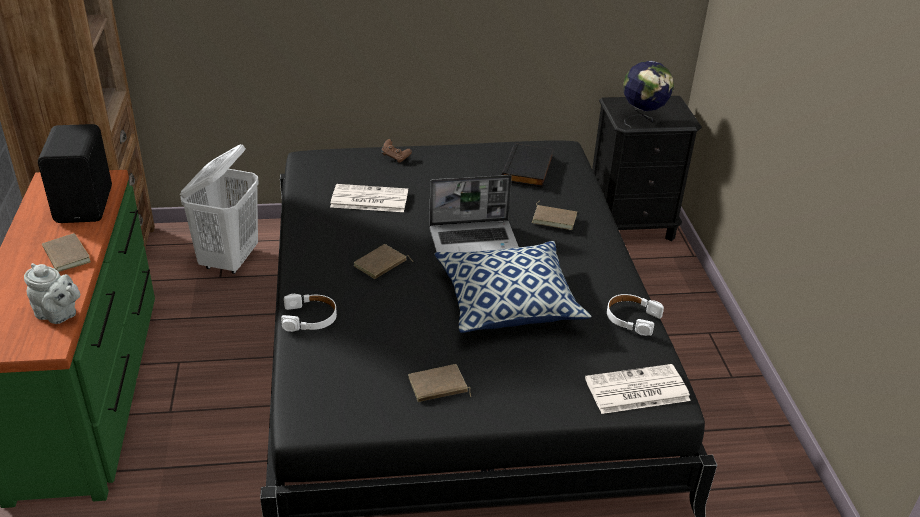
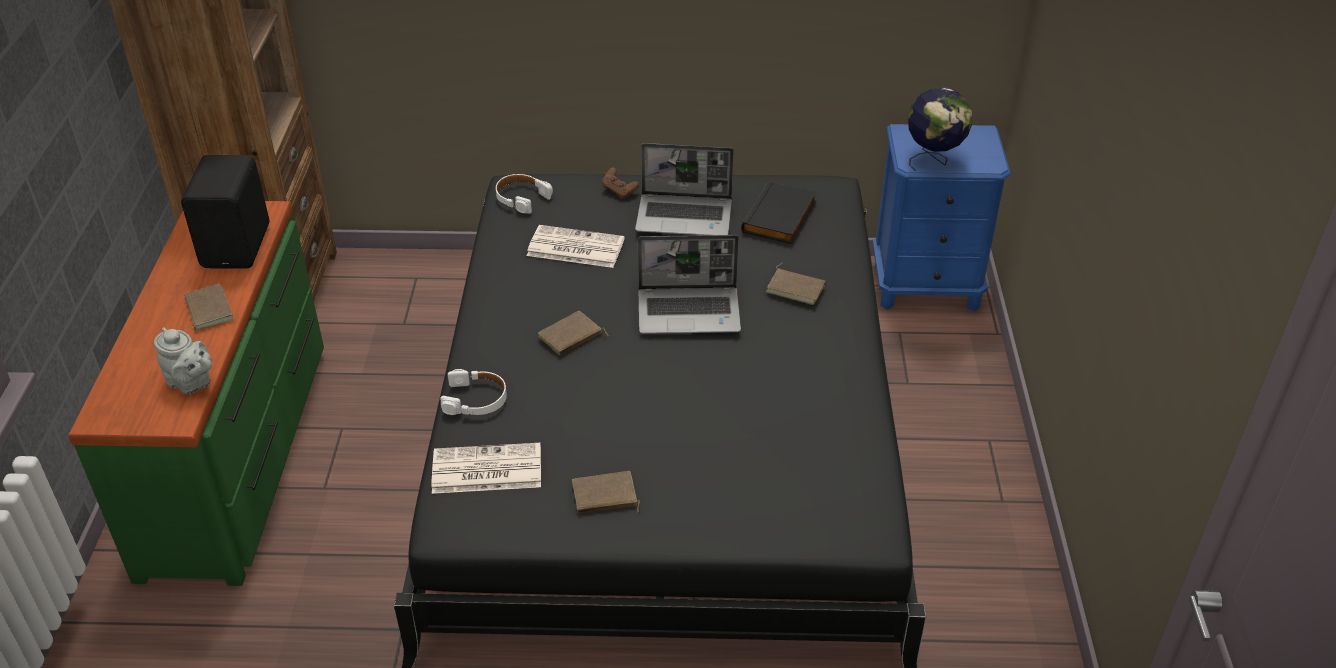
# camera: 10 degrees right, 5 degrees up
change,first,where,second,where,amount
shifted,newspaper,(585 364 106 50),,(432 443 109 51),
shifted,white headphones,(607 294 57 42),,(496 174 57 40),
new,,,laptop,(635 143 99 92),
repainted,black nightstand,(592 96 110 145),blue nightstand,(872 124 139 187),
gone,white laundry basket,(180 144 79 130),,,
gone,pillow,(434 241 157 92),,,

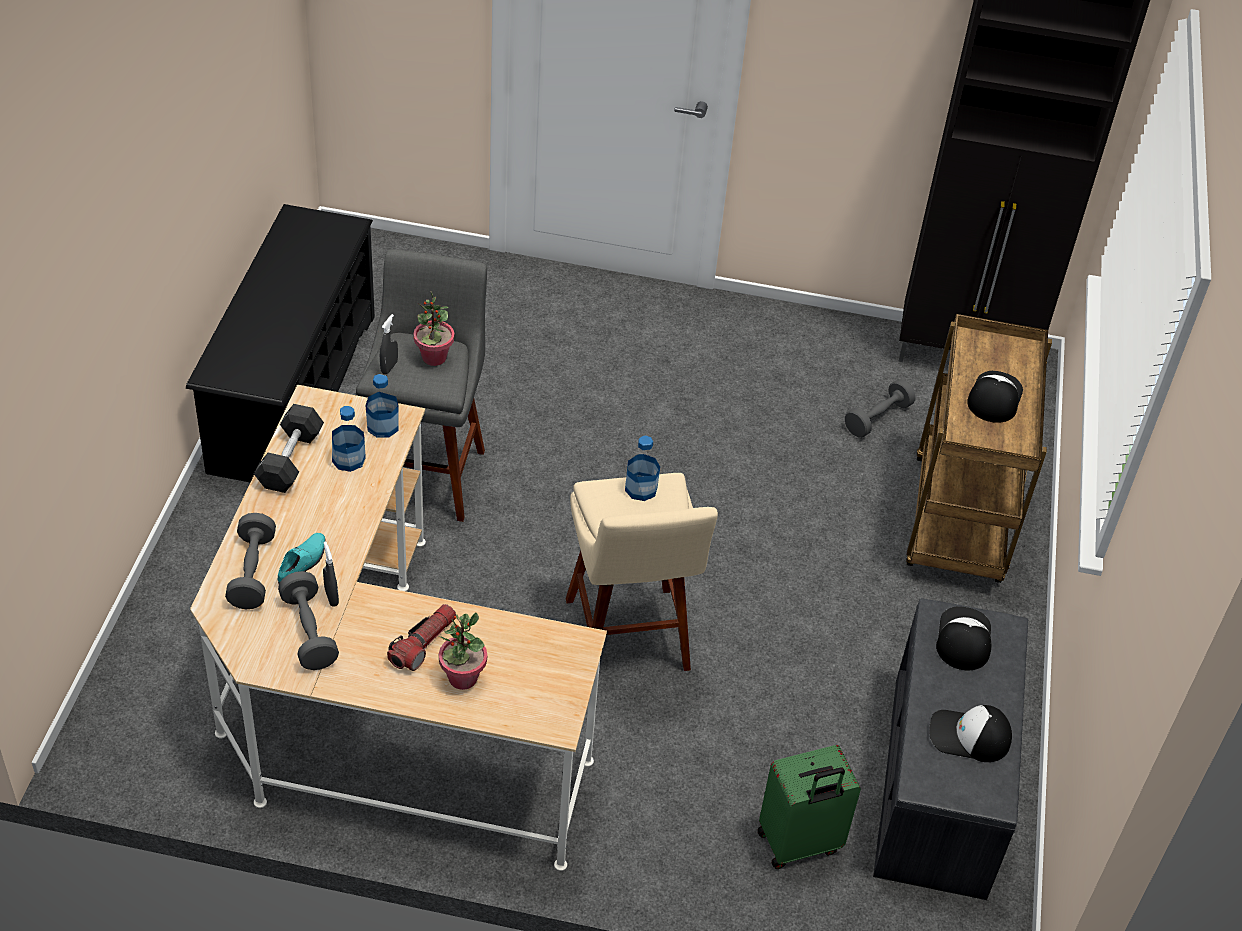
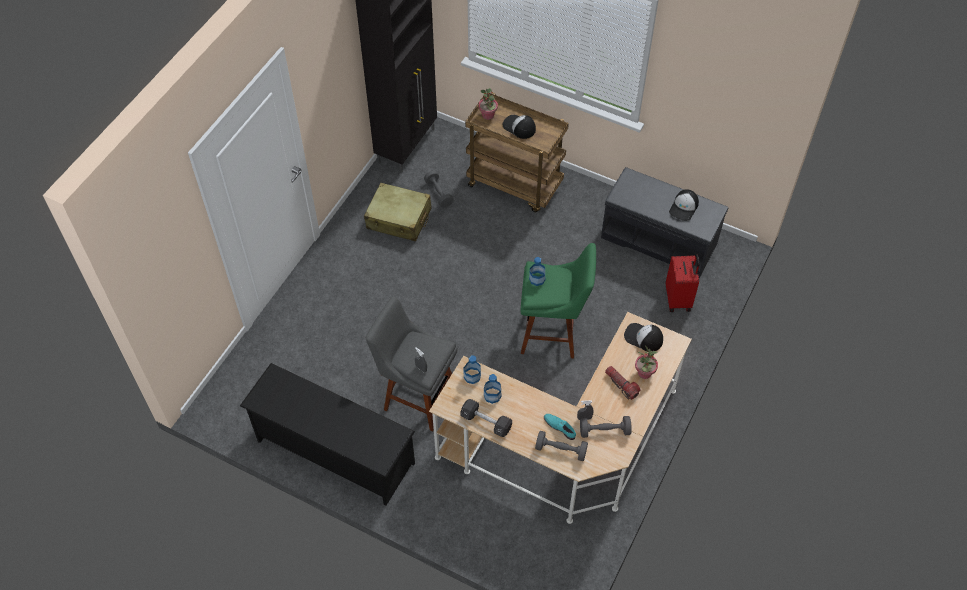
# camera: 70 degrees left, 10 degrees up
change,first,where,second,where,amount
new,,,beige suitcase,(364 183 68 58),
shifted,potted plant,(413 292 41 74),,(479 88 19 32),
repainted,beige stool,(566 473 152 198),green stool,(520 243 76 115),
shifted,cap,(936 607 55 63),,(624 323 39 28),
repainted,green suitcase,(758 745 103 124),red suitcase,(666 254 34 58),

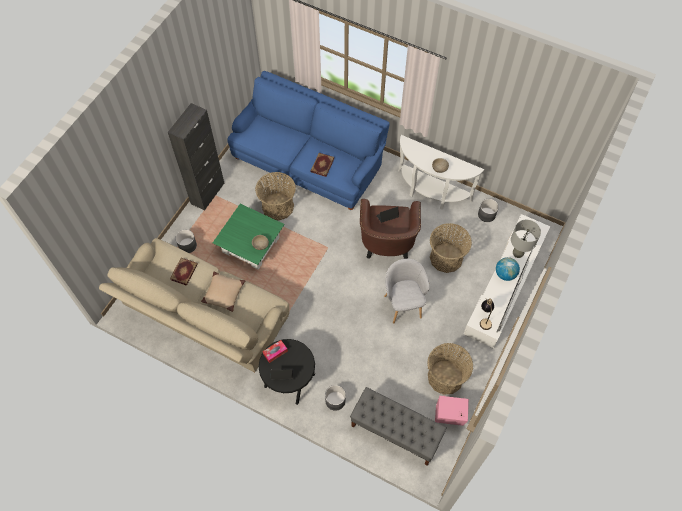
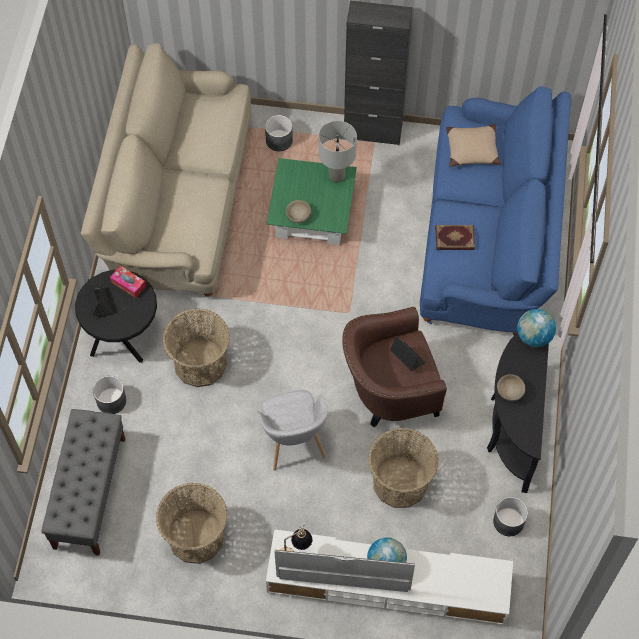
# camera: 70 degrees right, 0 degrees up
change,first,where,second,where,amount
shifted,basket,(255 172 41 49),,(163 309 67 78),
rotated,grey armchair,(384 259 45 64),,(257 390 71 80),105 degrees clockwise
shifted,grey table lamp,(511 220 30 38),,(319 121 38 61),
shifted,beige pillow,(201 272 44 40),,(446 124 55 43),
repainted,white console table,(398 135 86 75),black console table,(487 332 62 161),
new,,,globe,(517 309 39 38),
gone,book,(170 258 28 28),,,
gone,pink speaker,(435 395 34 31),,,

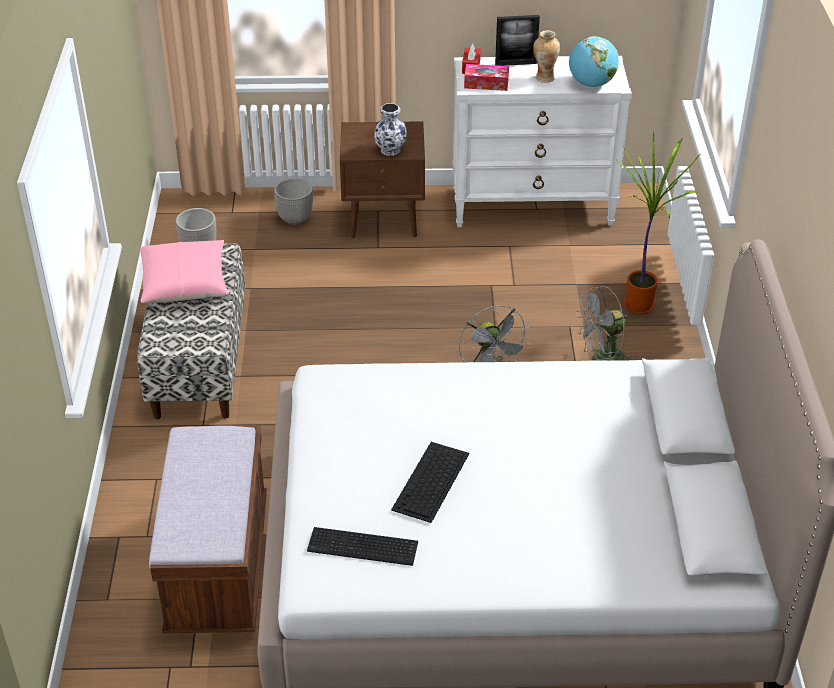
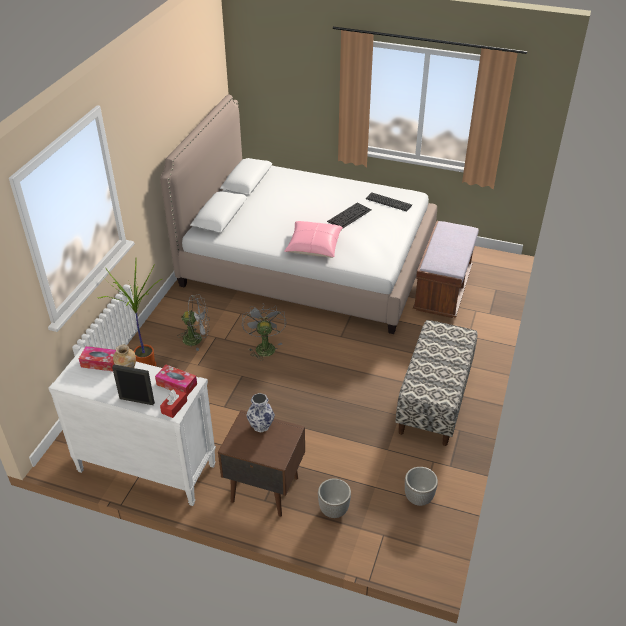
# camera: 160 degrees left, 0 degrees up
change,first,where,second,where,amount
swapped,globe,(569 36 50 51),tissue box,(79 346 37 25),
shifted,pink pillow,(140 240 89 64),,(284 221 59 37),

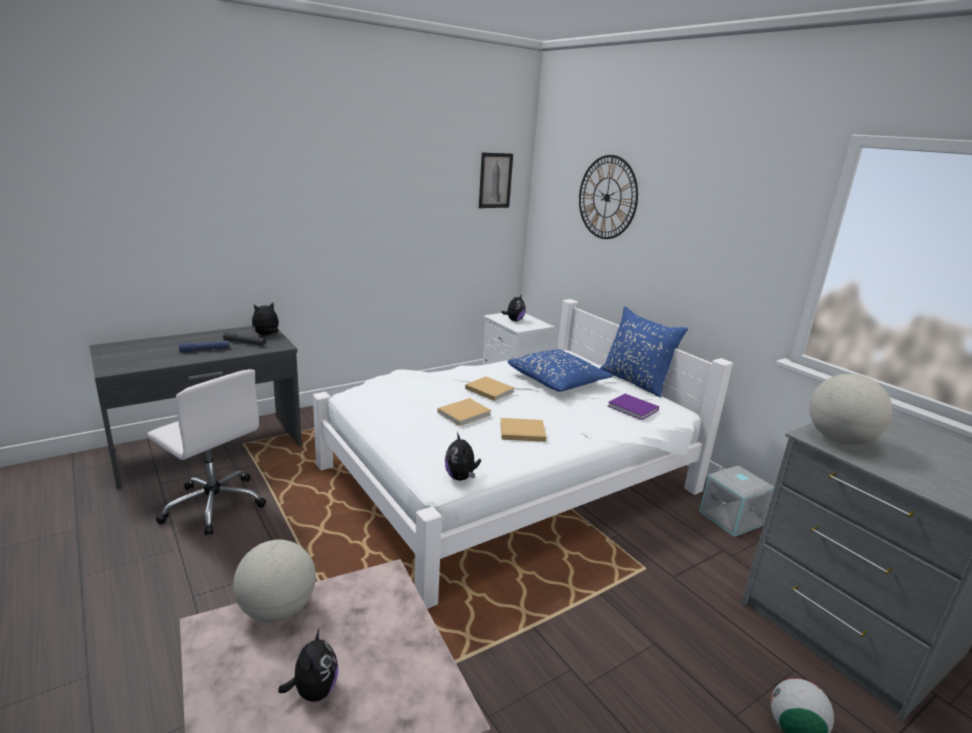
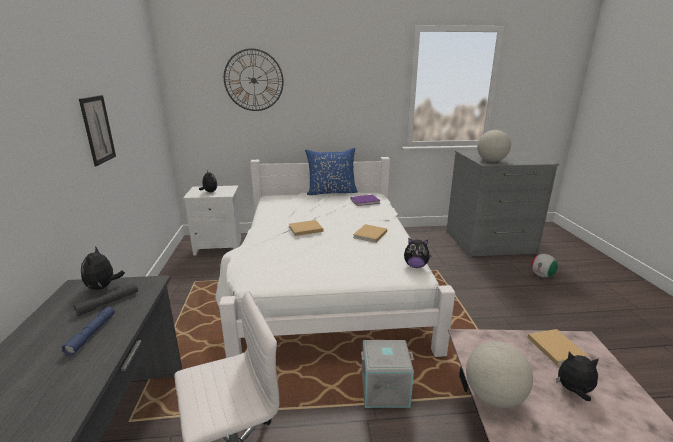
# camera: 60 degrees left, 0 degrees up
change,first,where,second,where,amount
shifted,picture,(479 153 34 55),,(79 95 37 71),
shifted,grey storage box,(699 465 75 72),,(361 340 53 68),
shifted,beige book,(438 398 54 28),,(528 329 60 37),
gone,blue pillow,(508 349 105 43),,,

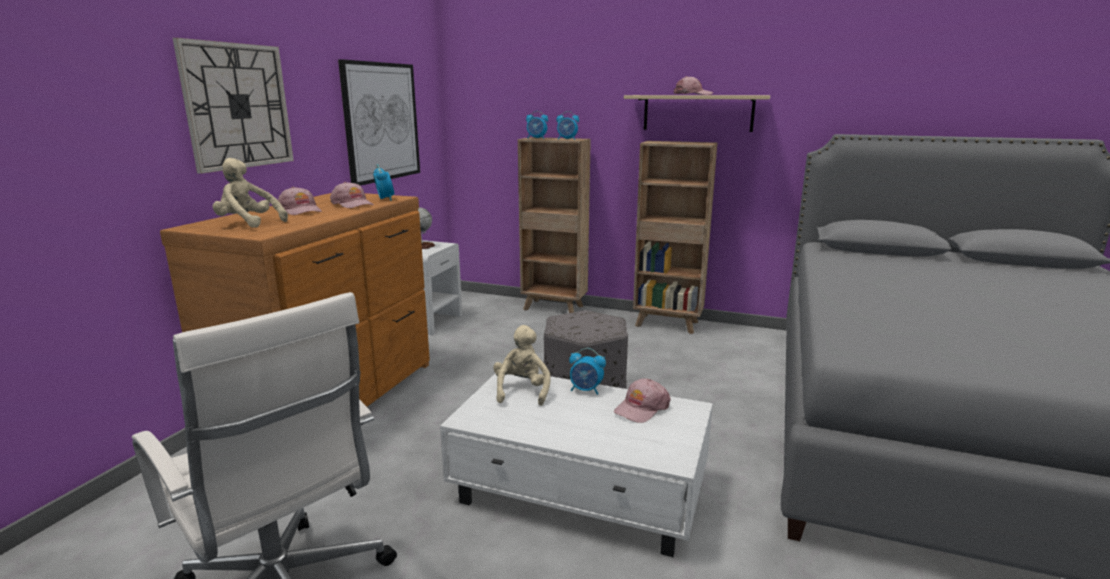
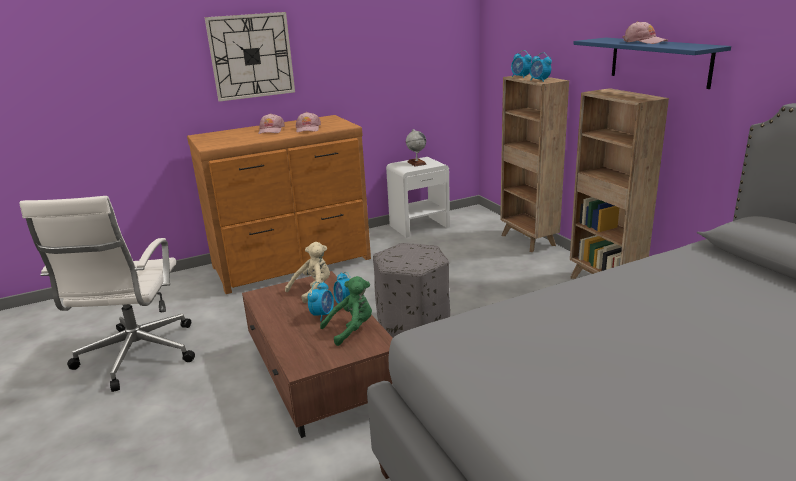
# camera: 45 degrees right, 5 degrees up
change,first,where,second,where,amount
repainted,white coffee table,(440 374 273 183),brown coffee table,(242 271 151 167),
shifted,alarm clock,(373 164 21 37),,(308 282 26 39),
swapped,pink cap,(614 378 57 45),green plush toy,(320 276 52 70),
repainted,beige shelf,(624 95 146 37),blue shelf,(573 38 158 51),
gone,beige plush toy,(212 158 76 70),,,
gone,picture,(338 59 82 127),,,

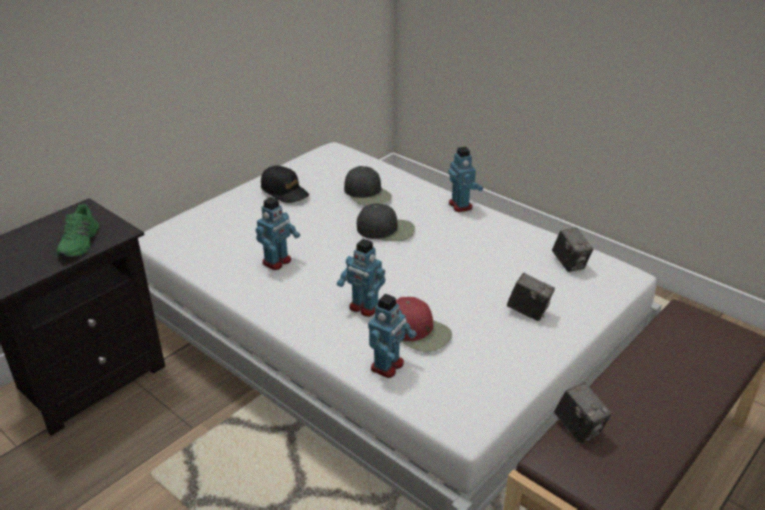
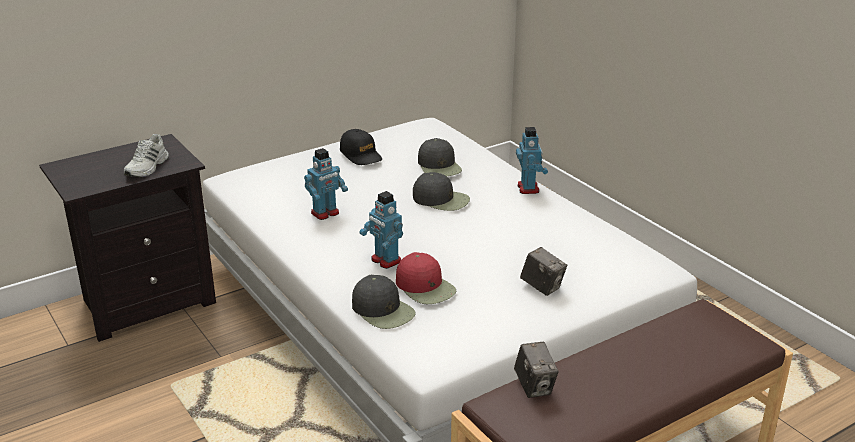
# camera: 15 degrees right, 5 degrees down
change,first,where,second,where,amount
repainted,green shoe,(56 204 43 53),white shoe,(124 134 45 43),
swapped,toy robot,(368 294 49 84),black cap,(352 275 64 54),
gone,photo camera,(552 228 41 44),,,

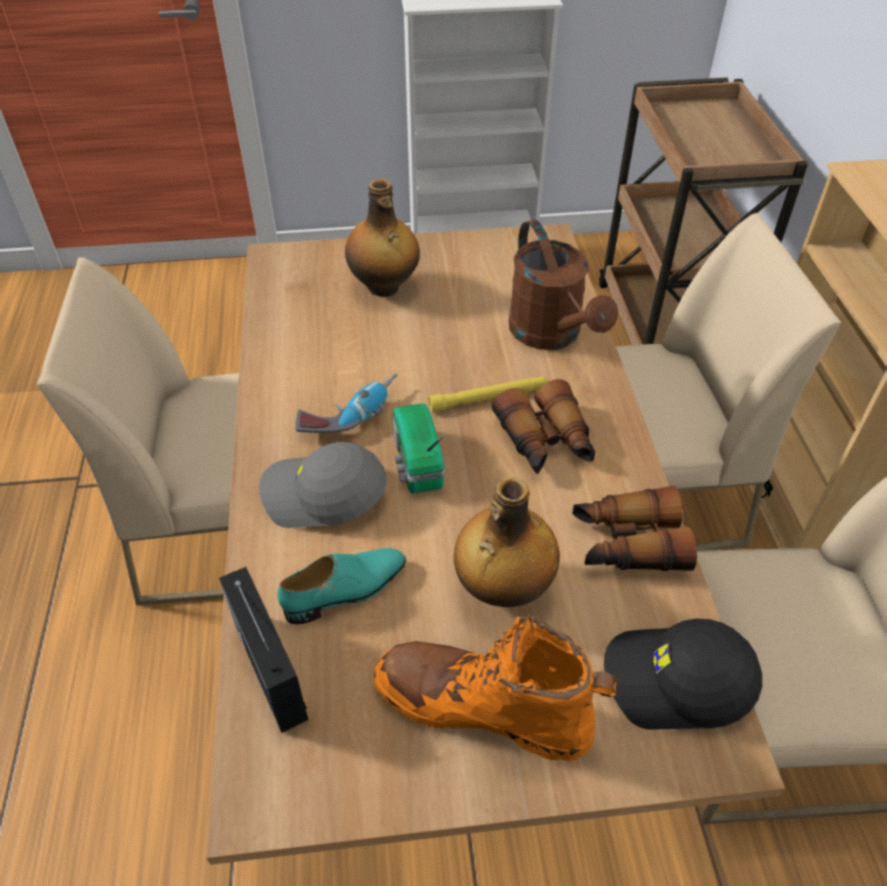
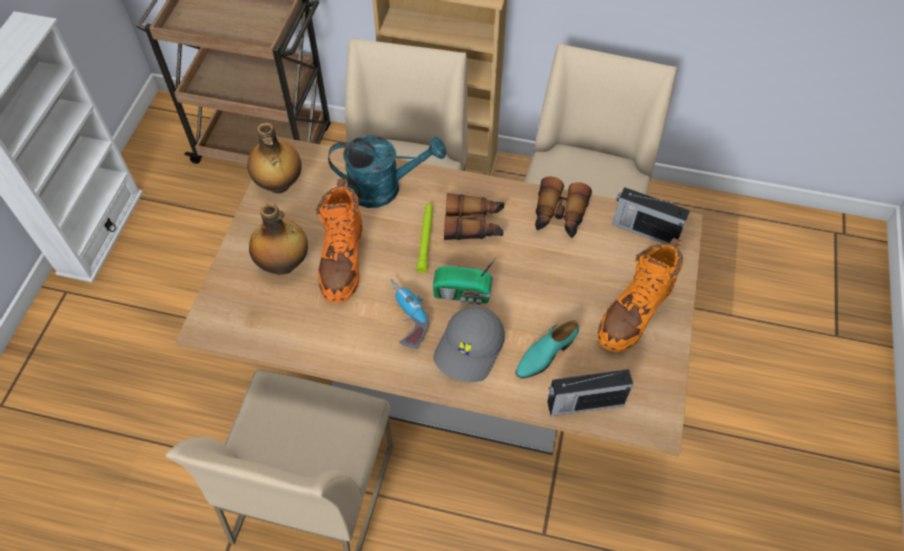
# camera: 70 degrees left, 10 degrees up
change,first,where,second,where,amount
shifted,bottle,(454 477 106 130),,(247 122 55 71),
new,,,orange boot,(315 178 48 125),
repainted,brown watering can,(509 220 109 130),turquoise watering can,(328 135 118 73),
repainted,yellow flashlight,(428 377 121 35),green flashlight,(416 203 17 70),
rotated,turquoise shoe,(278 548 128 76),,(515 320 64 58),120 degrees counterclockwise
swapped,black cap,(604 618 158 112),radio,(612 187 78 57),

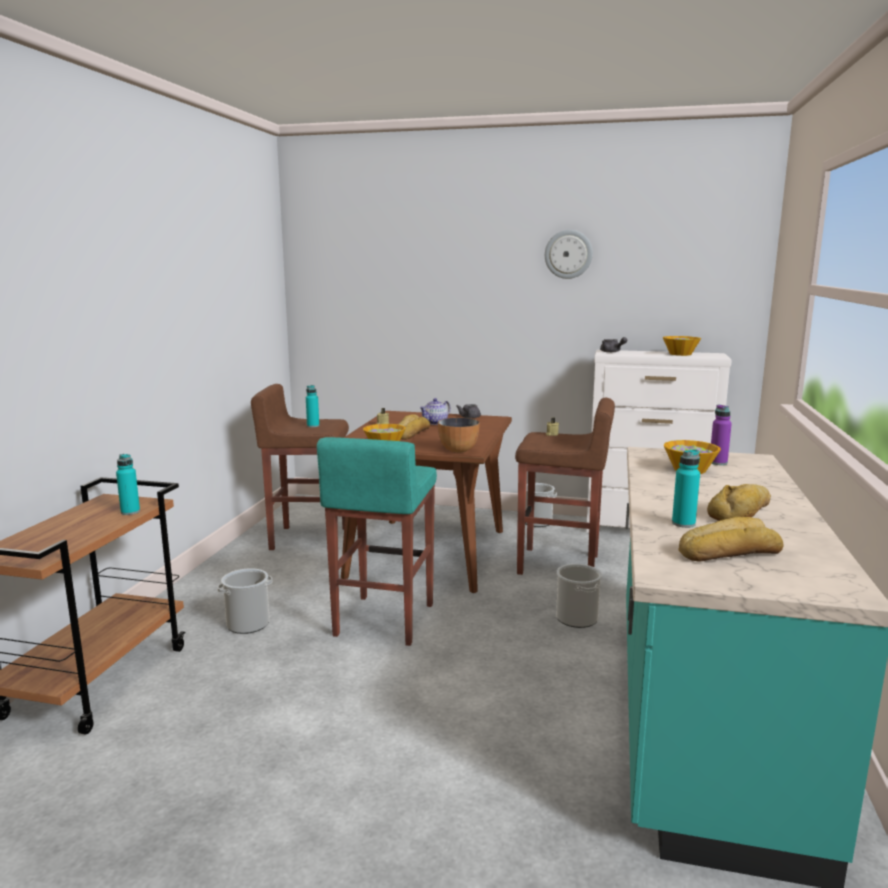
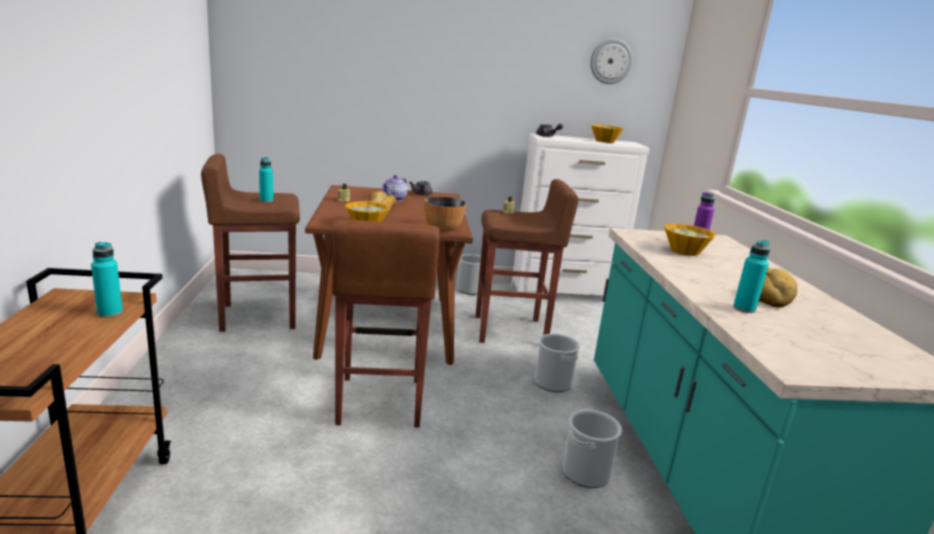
# camera: 20 degrees left, 5 degrees up
change,first,where,second,where,amount
repainted,turquoise stool,(317 437 120 209),brown stool,(332 220 108 207),
shifted,bucket,(217 568 55 66),,(563 409 59 79),
shifted,wall clock,(545 230 48 49),,(590 38 43 46),
gone,bread,(678 517 105 44),,,

